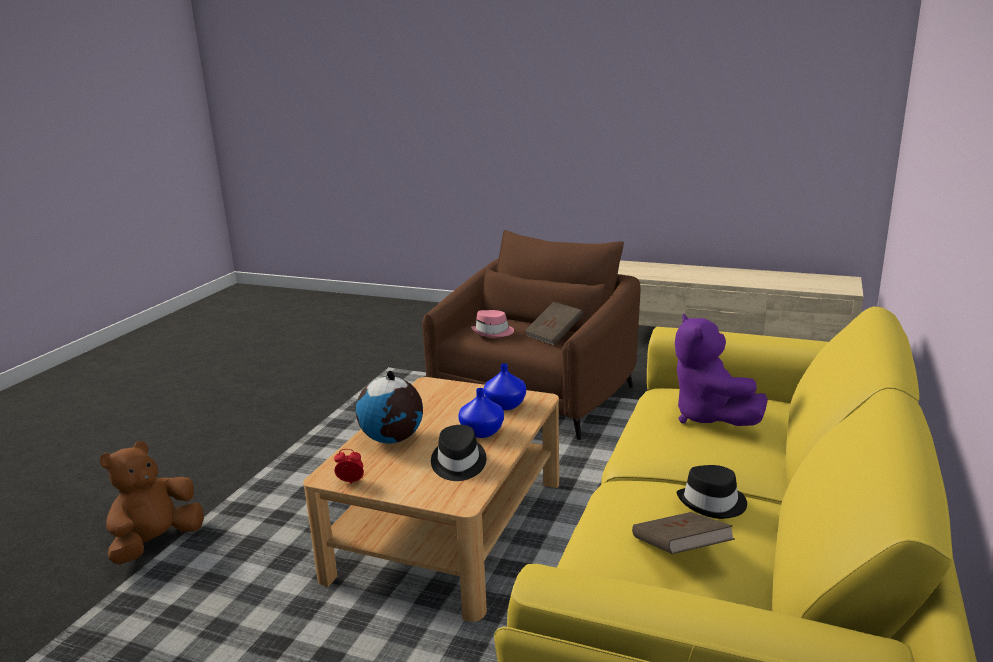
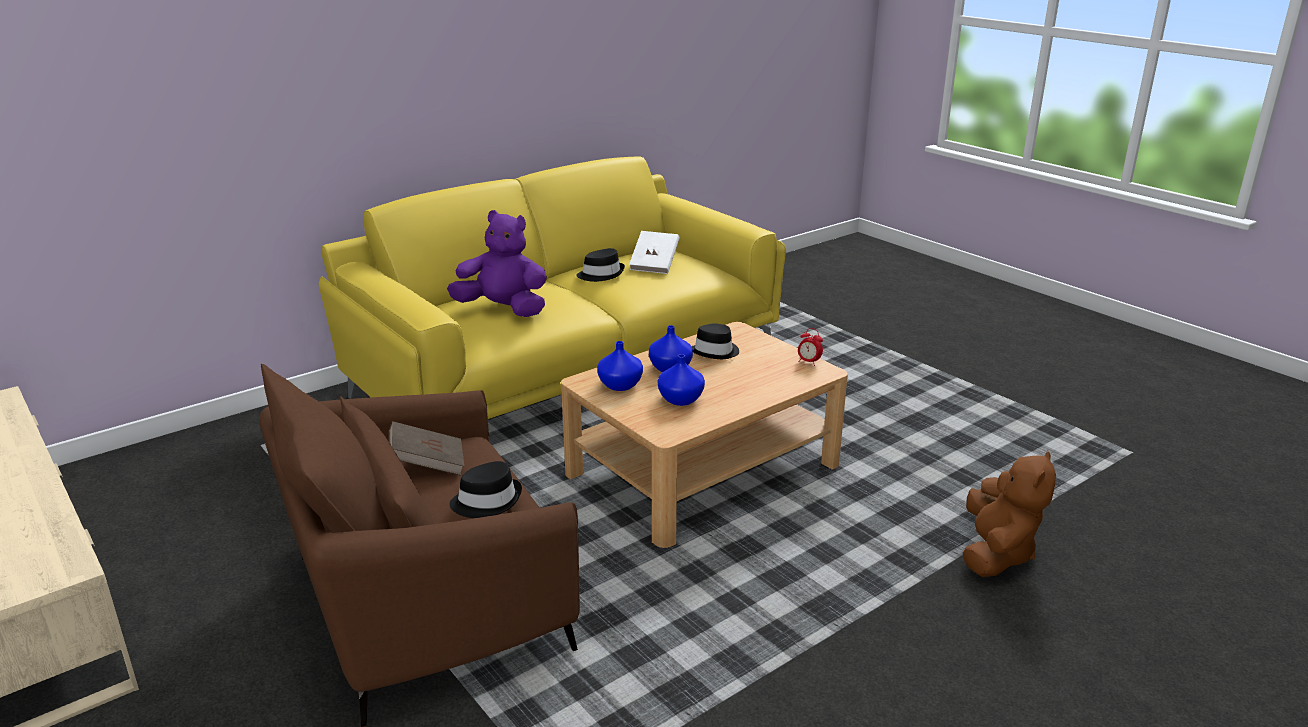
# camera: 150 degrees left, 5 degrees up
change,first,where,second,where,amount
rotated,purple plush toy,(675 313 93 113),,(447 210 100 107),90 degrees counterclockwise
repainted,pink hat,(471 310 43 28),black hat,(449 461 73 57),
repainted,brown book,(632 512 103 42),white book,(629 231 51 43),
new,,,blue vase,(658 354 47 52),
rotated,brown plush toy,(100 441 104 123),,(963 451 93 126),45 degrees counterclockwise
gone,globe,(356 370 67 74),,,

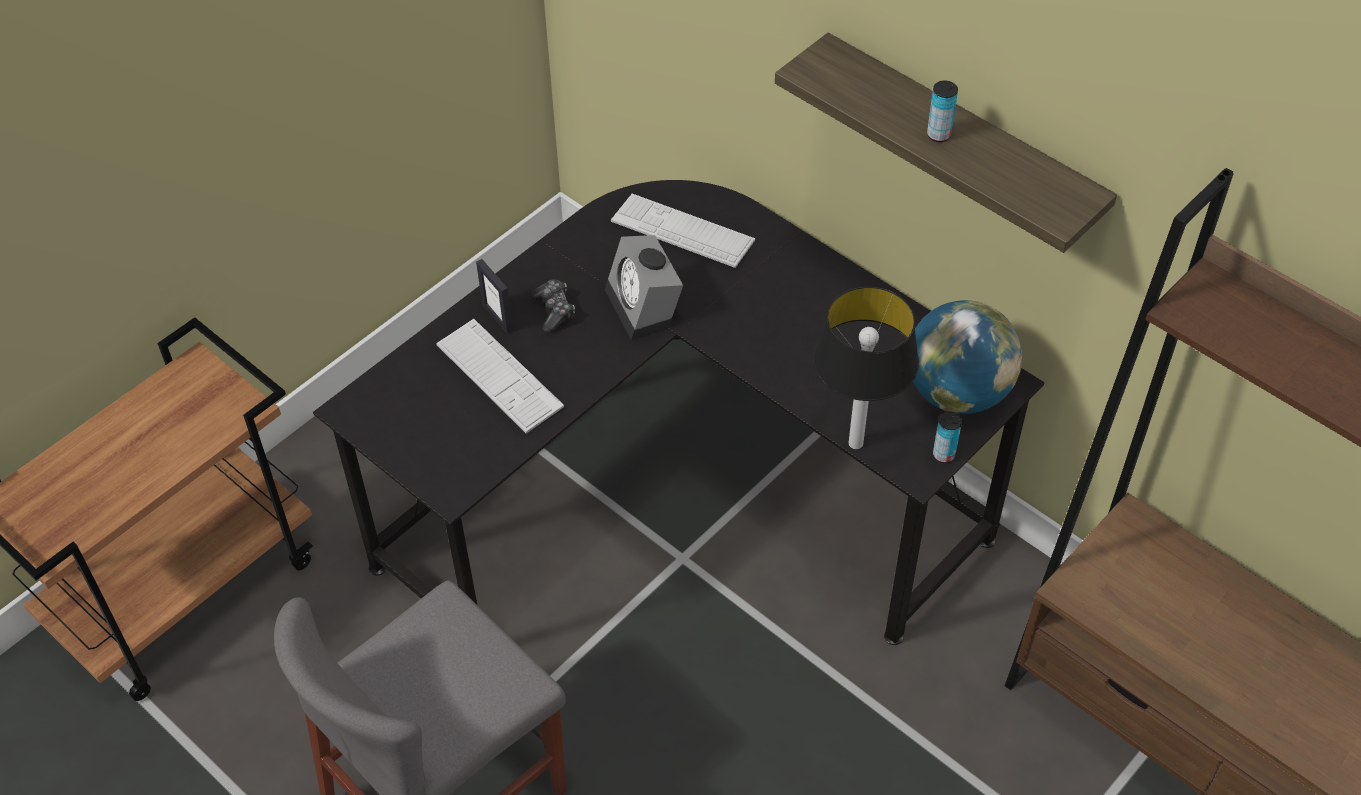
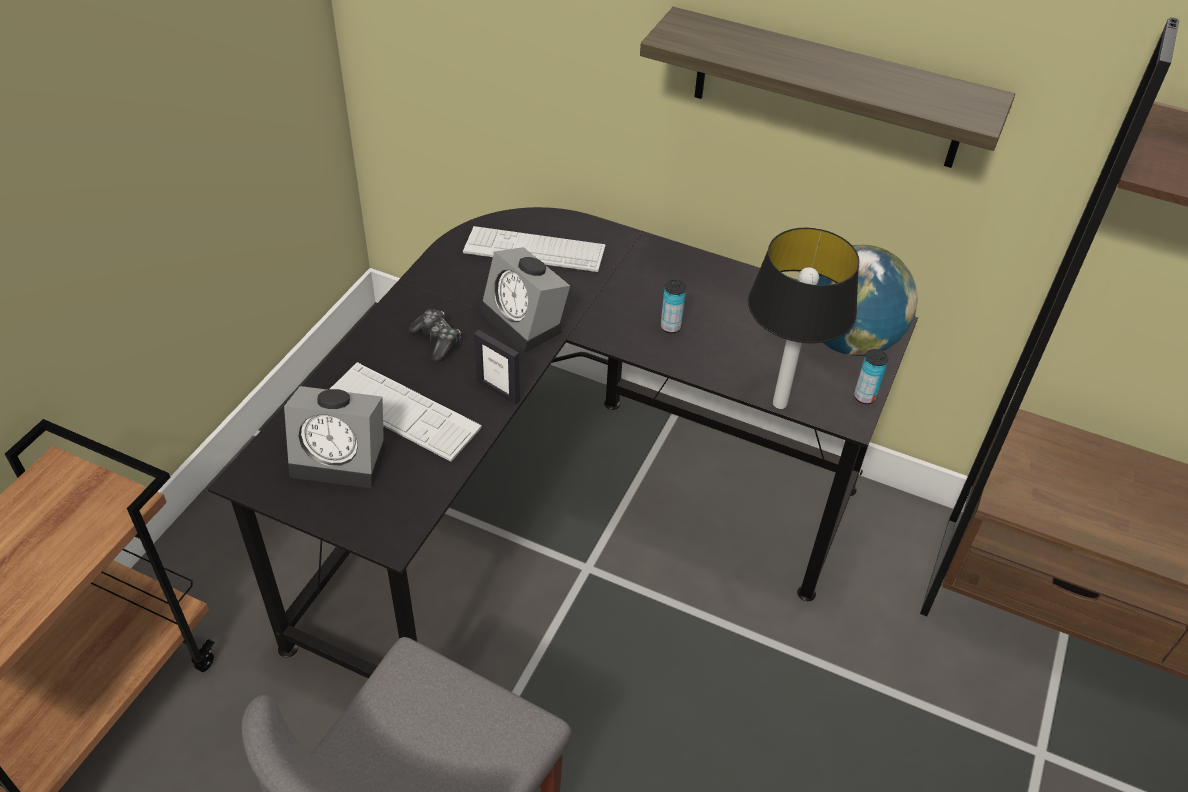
# camera: 20 degrees left, 5 degrees down
change,first,where,second,where,amount
new,,,alarm clock,(284 386 102 103),
shifted,picture frame,(476 259 37 75),,(474 330 46 75),
shifted,can,(927 80 31 62),,(661 280 25 53),

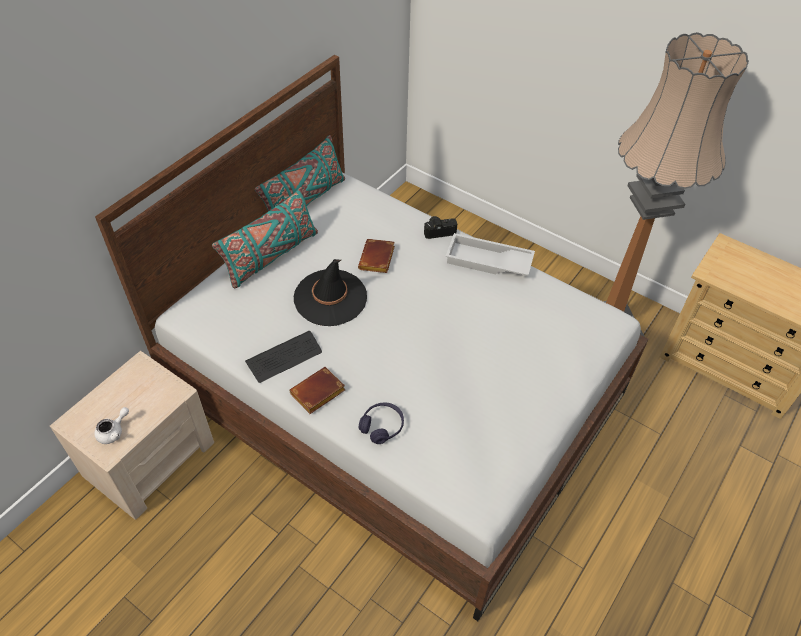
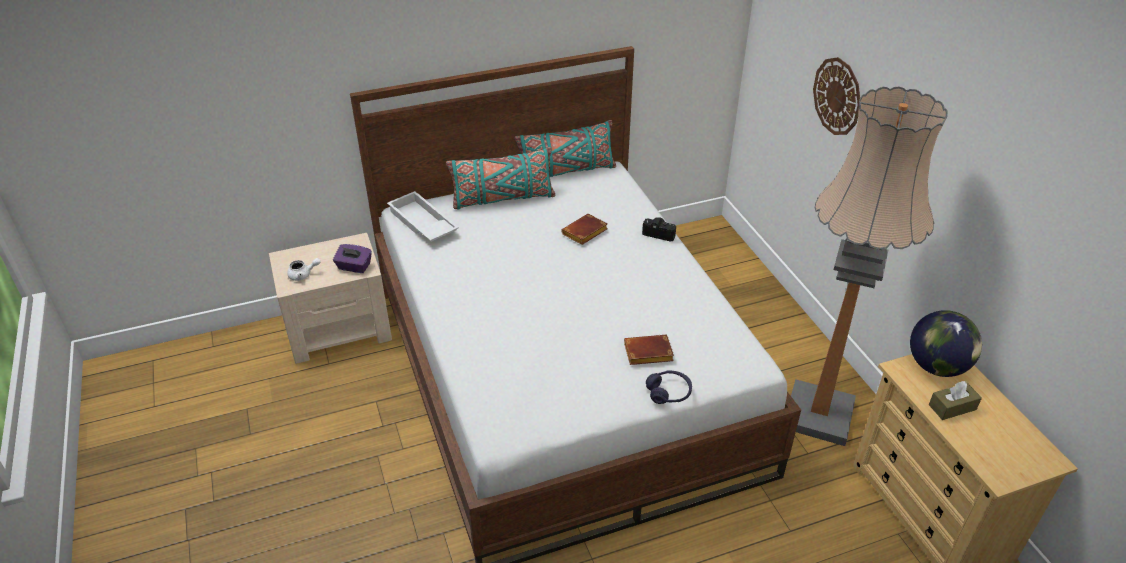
# camera: 35 degrees right, 10 degrees down
change,first,where,second,where,amount
new,,,purple tissue box,(333 244 39 29),
shifted,white tray,(446 233 89 43),,(387 191 72 51),
shifted,brown book,(289 367 56 47),,(624 335 50 30),
shifted,purple headphones,(359 403 45 41),,(646 371 46 33),
new,,,wall clock,(813 57 47 78),
new,,,globe,(910 310 72 67),
new,,,brown tissue box,(929 381 53 39),
gone,keyboard,(245 331 77 52),,,
gone,black hat,(294 259 73 67),,,

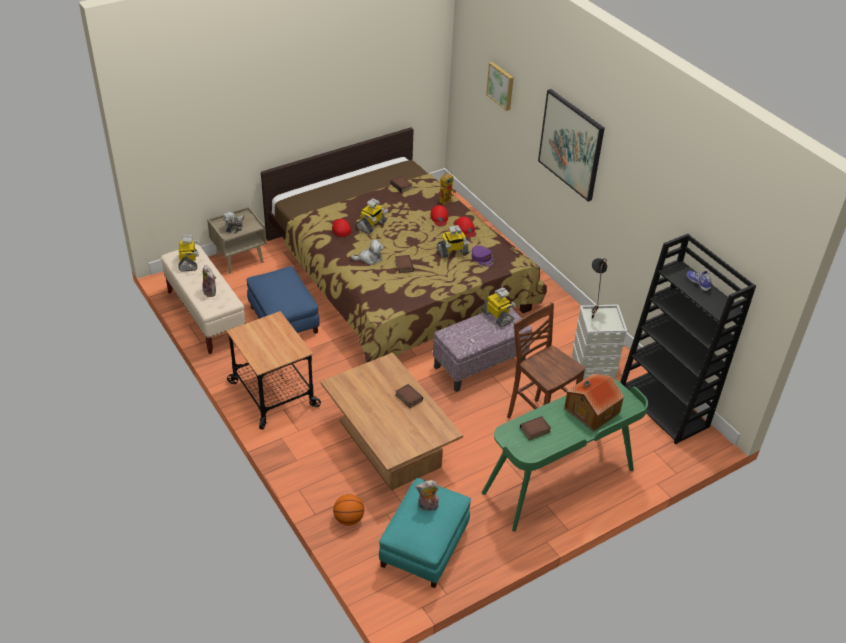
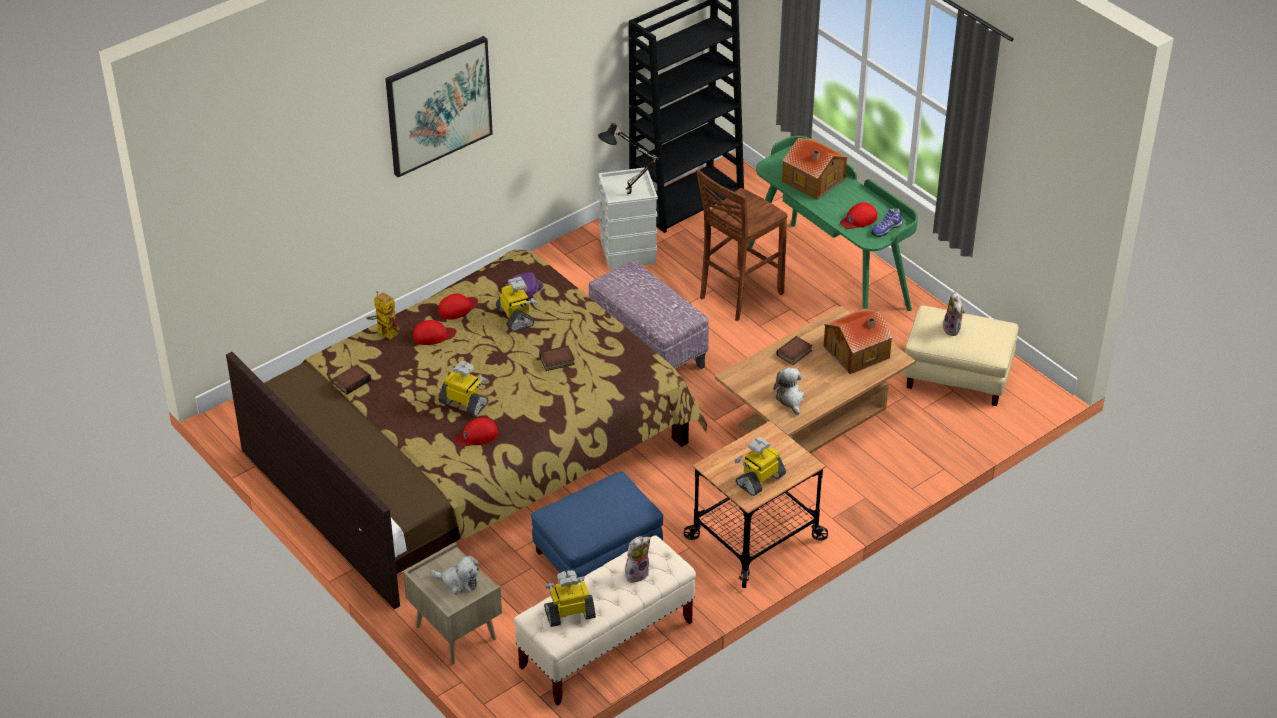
# camera: 95 degrees left, 0 degrees up
change,first,where,second,where,amount
shifted,toy robot,(481 287 36 40),,(735 437 51 59),
shifted,plush toy,(351 239 33 26),,(773 368 31 47),
new,,,toy house,(823 309 70 65),
swapped,book,(520 416 31 24),red cap,(840 202 37 27),
shifted,shoe,(686 271 26 21),,(871 208 32 29),
repainted,turquoise ottoman,(379 478 92 110),beige ottoman,(903 305 116 101),
gone,basketball,(333 494 31 32),,,
gone,picture,(486 62 28 49),,,

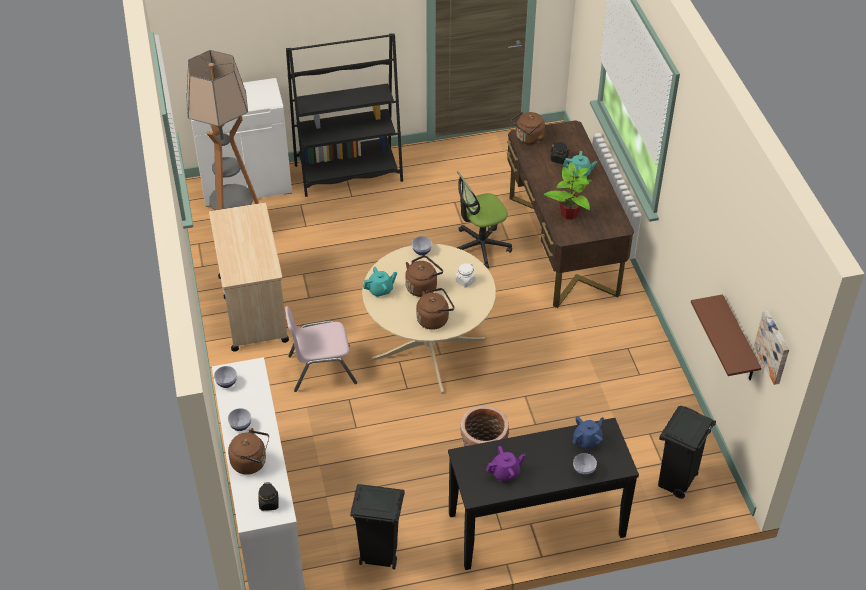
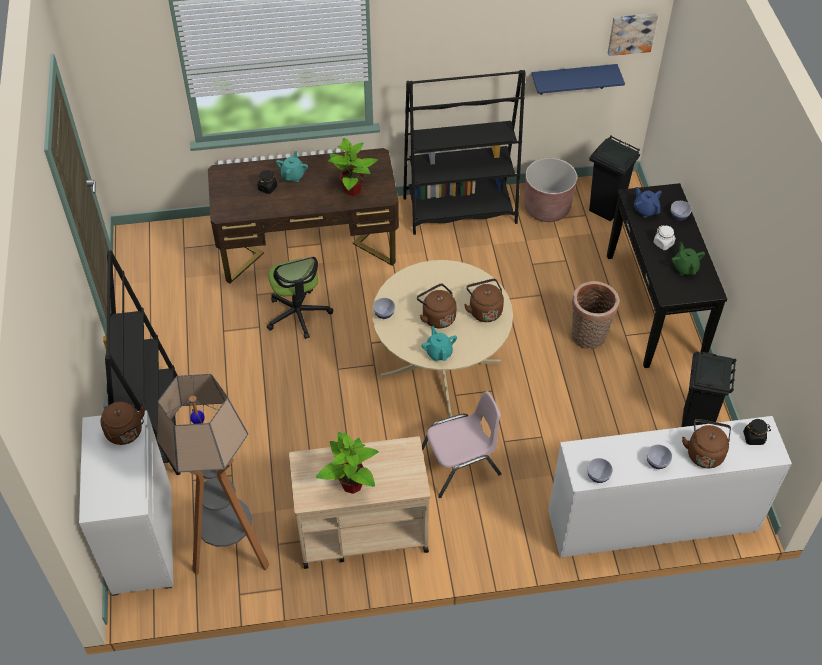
# camera: 85 degrees left, 5 degrees up
change,first,where,second,where,amount
shifted,brown kettle,(511 112 34 33),,(100 401 45 44),
new,,,potted plant,(316 432 63 62),
new,,,black bookcase,(403 70 123 165),
rotated,pink chair,(285 306 72 86),,(422 391 80 107),105 degrees counterclockwise
new,,,brown planter,(524 158 53 64),
repainted,brown shelf,(691 294 71 86),blue shelf,(532 64 93 31),
shifted,white jar,(456 263 20 24),,(654 225 22 25),
repainted,purple teapot,(486 446 40 36),green teapot,(672 242 33 33),

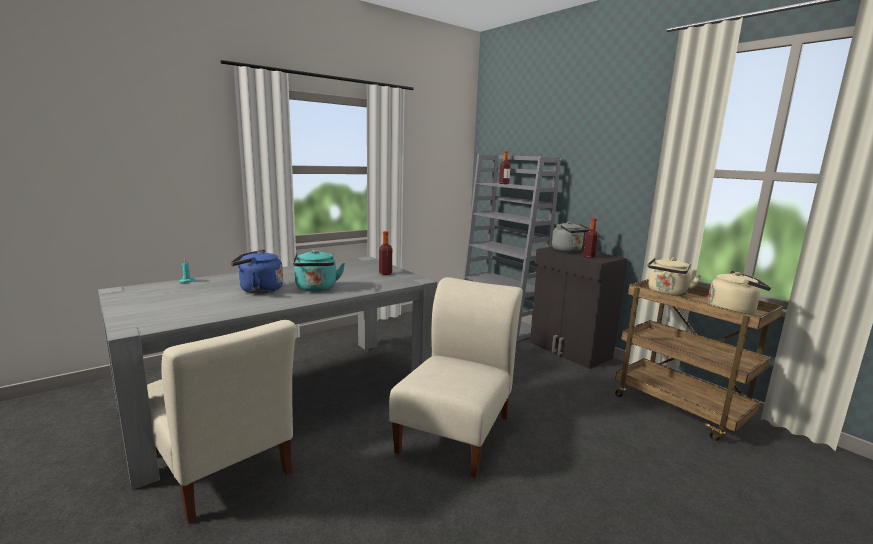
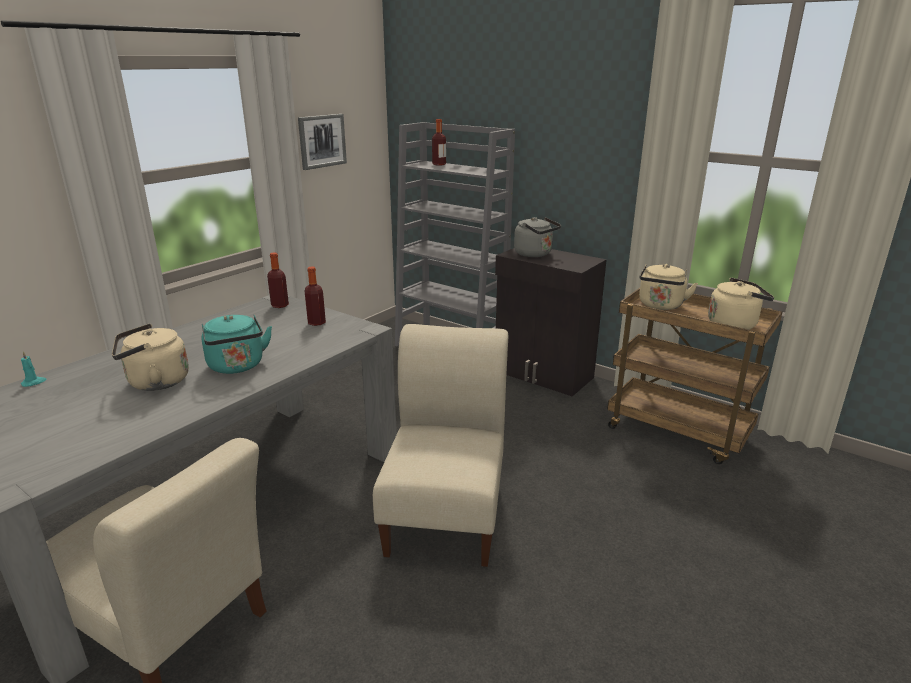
# camera: 15 degrees left, 10 degrees up
change,first,where,second,where,amount
repainted,blue kettle,(231 250 52 44),beige kettle,(112 324 77 67),
shifted,bottle,(583 218 16 40),,(267 252 22 56),
new,,,picture,(298 114 49 56),

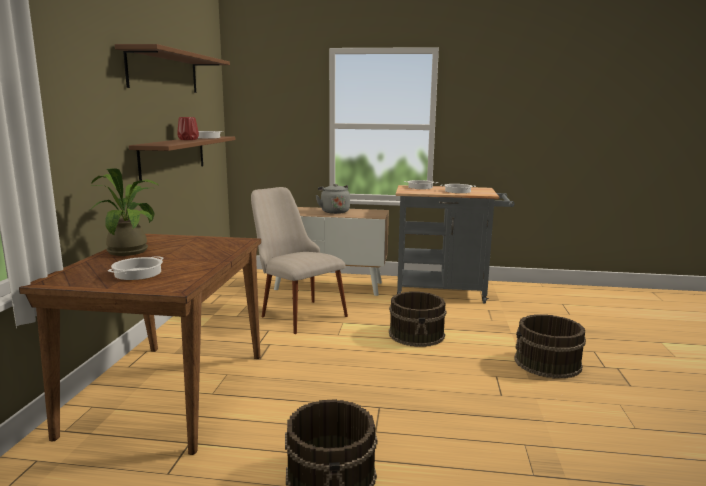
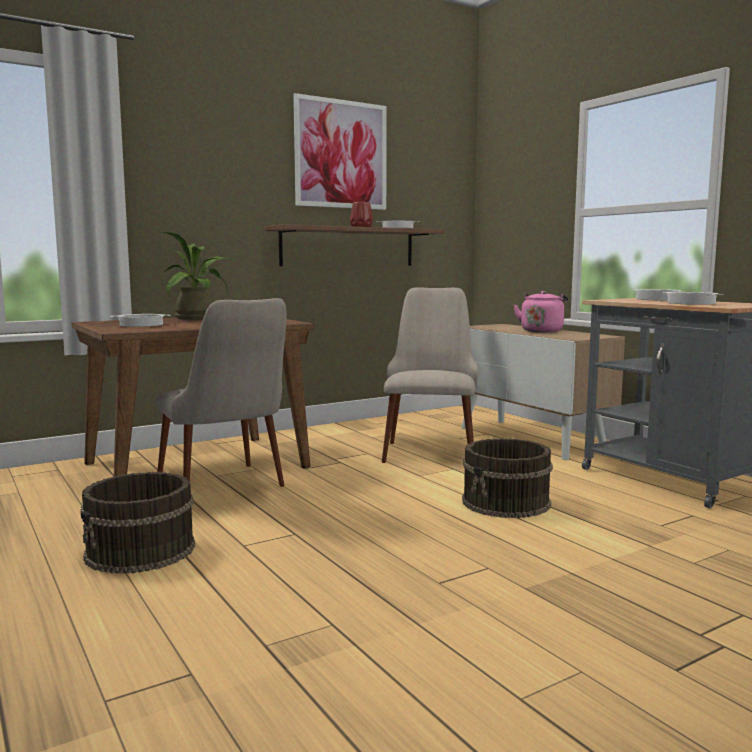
# camera: 50 degrees right, 5 degrees down
change,first,where,second,where,amount
new,,,beige chair,(155 298 131 189),
swapped,brown shelf,(115 44 115 49),picture,(293 93 94 117),
repainted,grey kettle,(316 184 34 30),pink kettle,(513 291 55 42),
gone,brown bucket,(514 315 72 63),,,

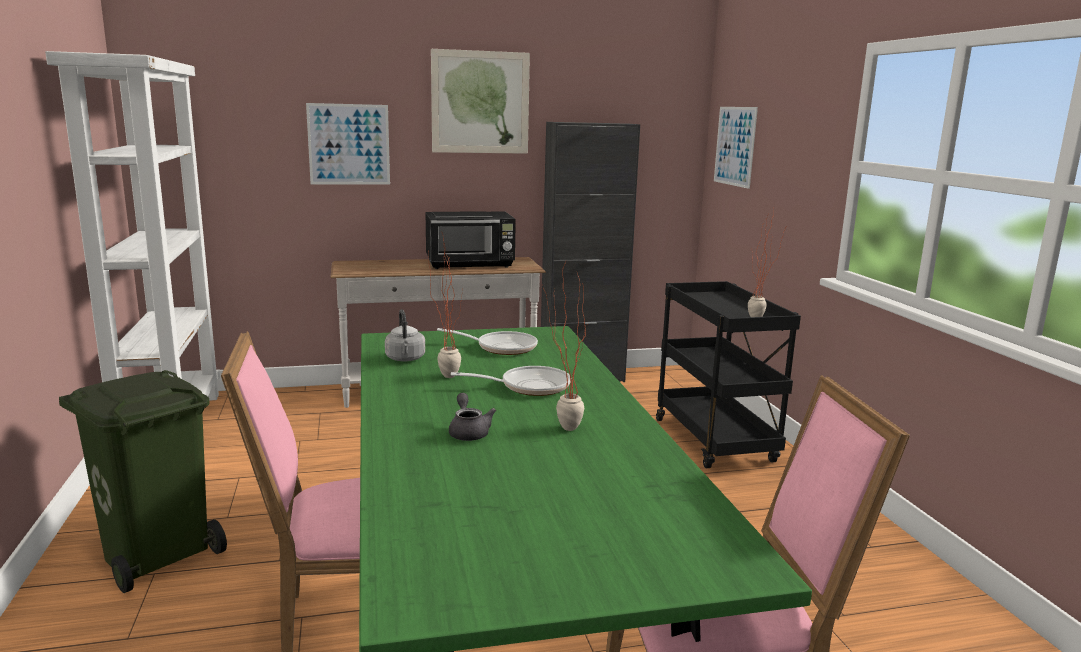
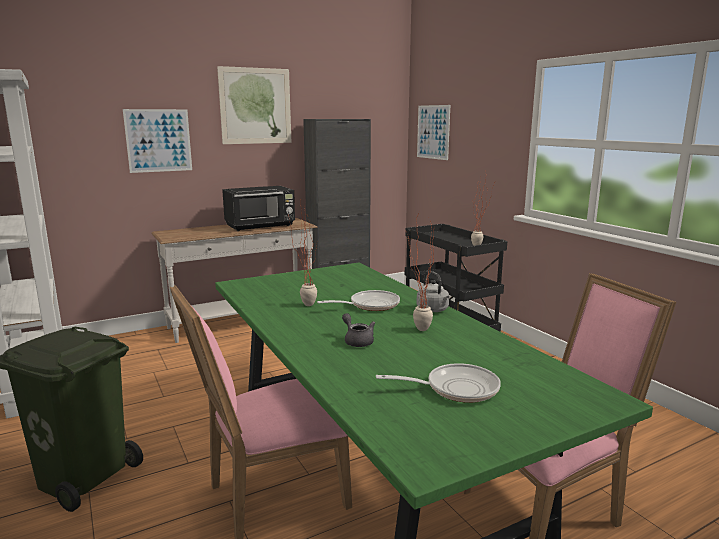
# camera: 15 degrees left, 0 degrees up
change,first,where,second,where,amount
shifted,frying pan,(437 328 101 27),,(376 363 125 40),
shifted,grey kettle,(385 309 40 52),,(416 271 33 41),

